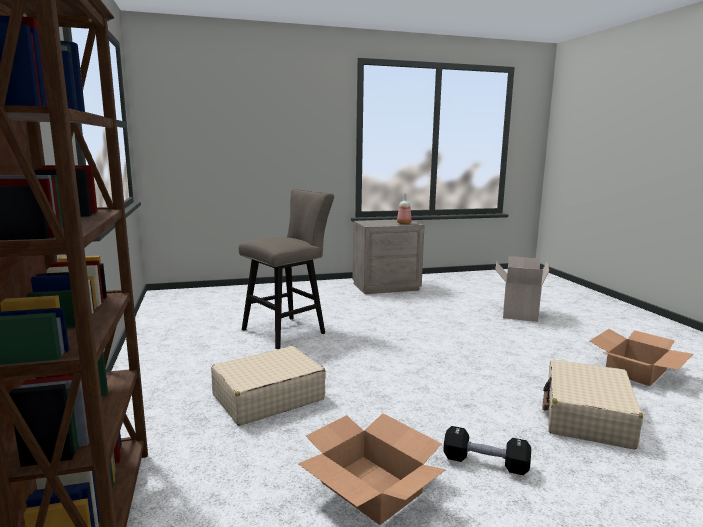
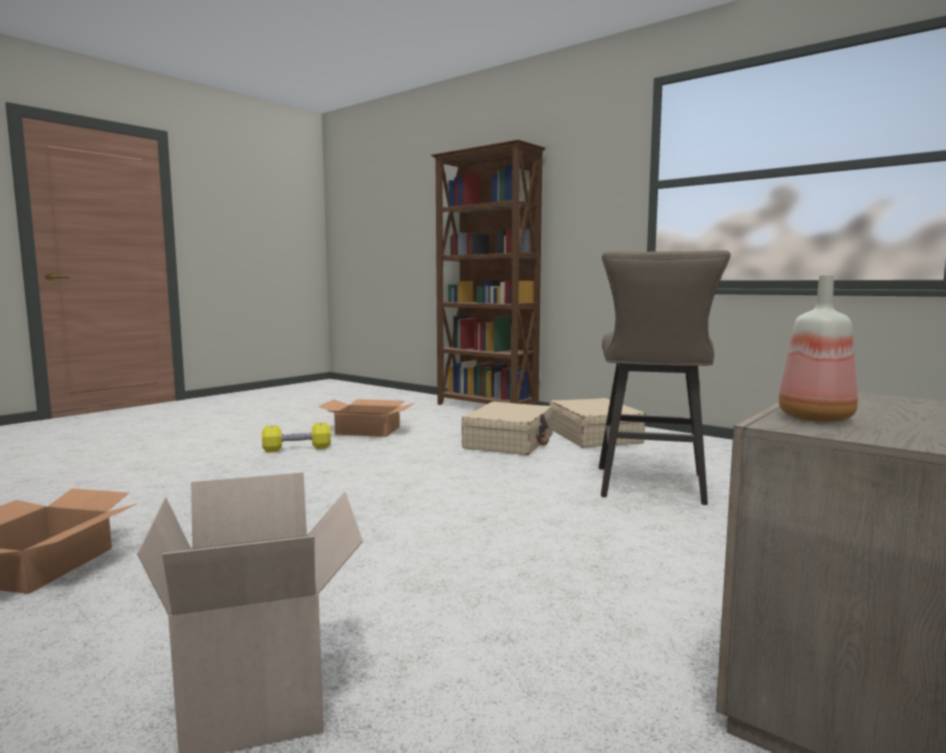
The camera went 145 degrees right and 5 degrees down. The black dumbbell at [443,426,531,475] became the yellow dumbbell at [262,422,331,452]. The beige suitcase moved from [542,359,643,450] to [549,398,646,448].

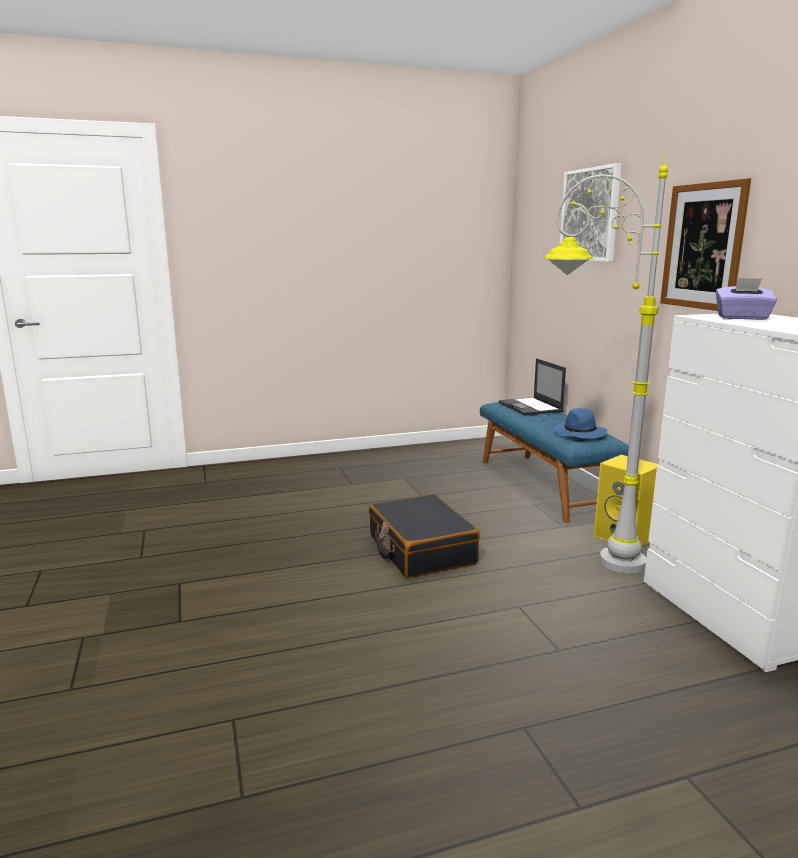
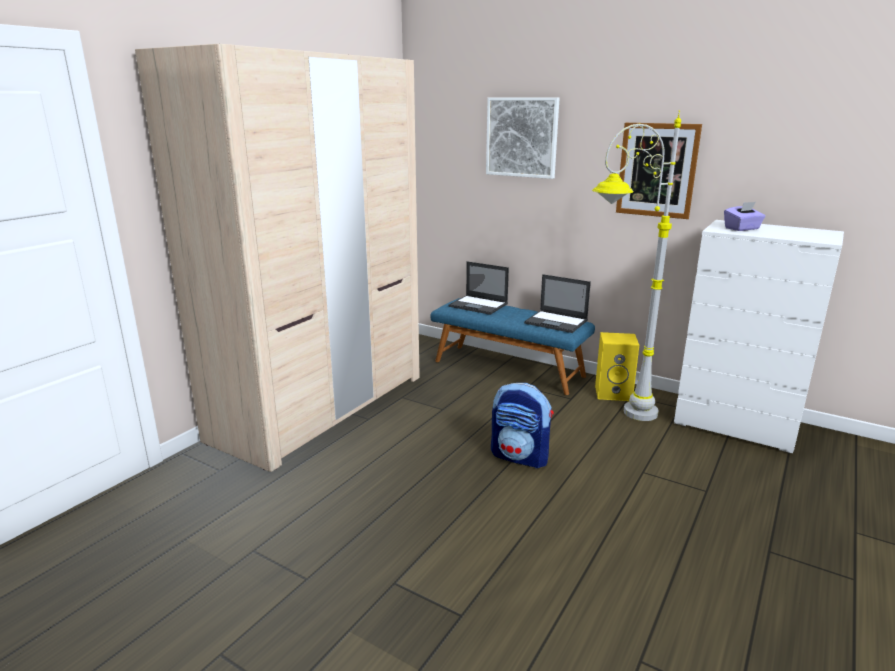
The camera went 40 degrees left and 5 degrees up. The beige wardrobe at [135,44,420,472] appeared. The black suitcase at [369,494,480,578] was replaced by the backpack at [491,383,554,468]. The blue hat at [554,408,607,439] was replaced by the laptop at [524,274,591,333].

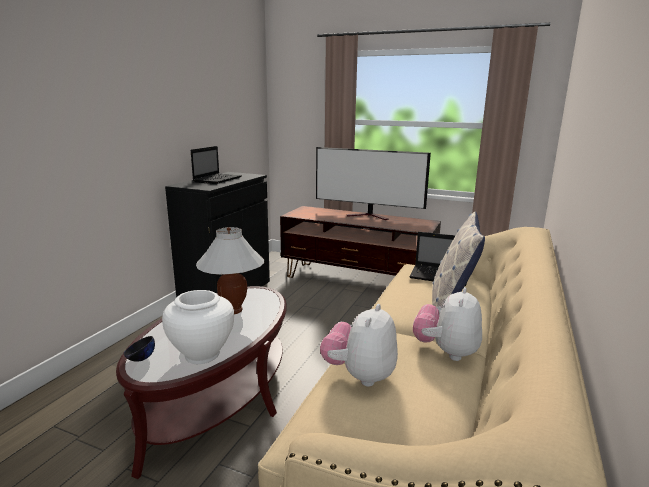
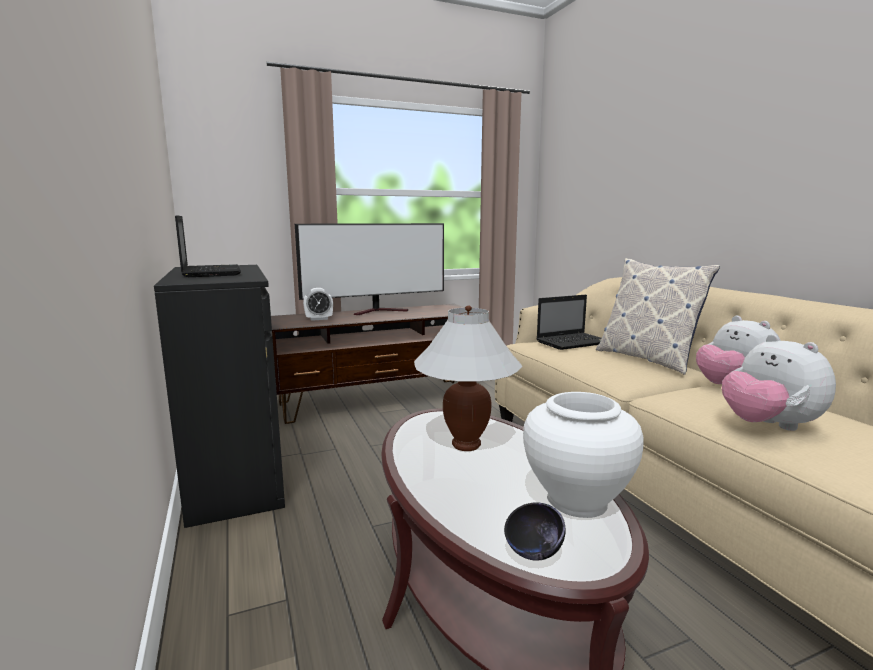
The camera went 45 degrees left and 5 degrees down. The alarm clock at [303,288,333,321] appeared.

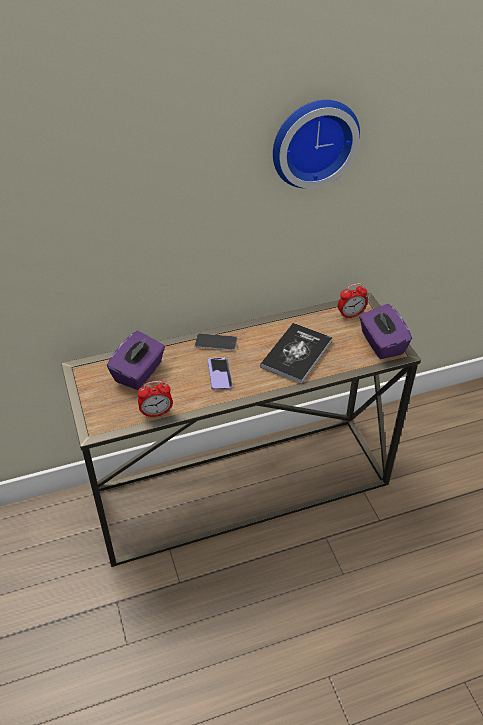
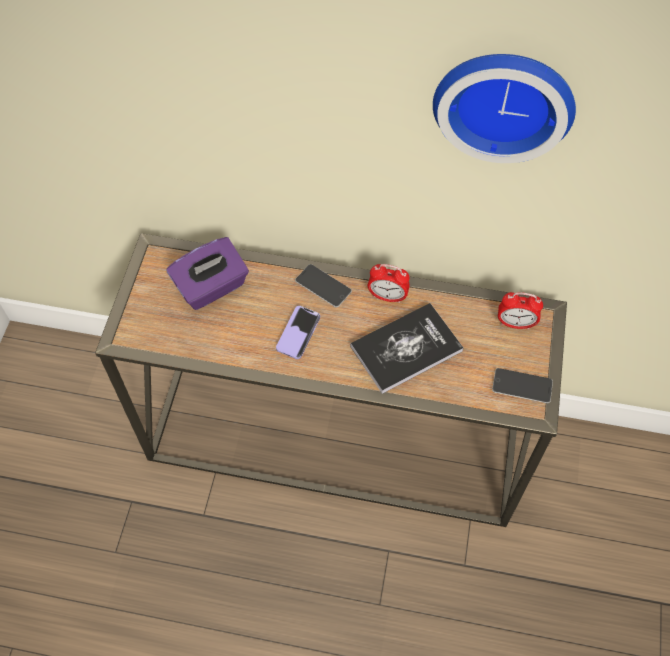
The camera went 30 degrees right and 15 degrees up. The alarm clock moved from [137,381,173,418] to [368,264,410,303]. The purple tissue box at [359,304,412,359] was replaced by the phone at [492,368,553,403].

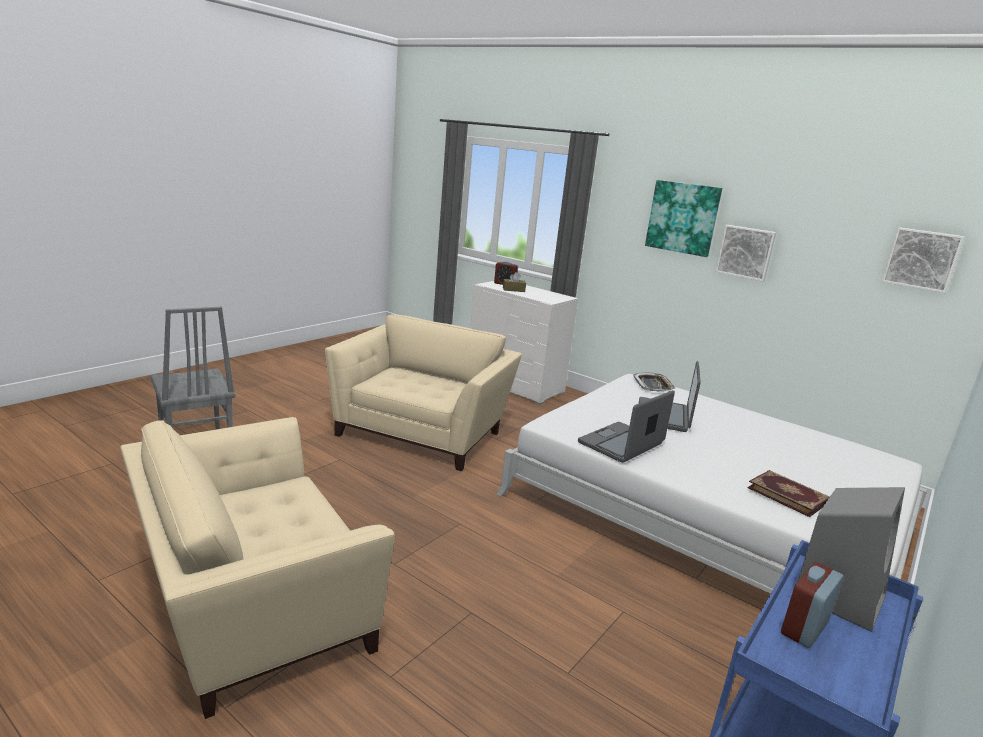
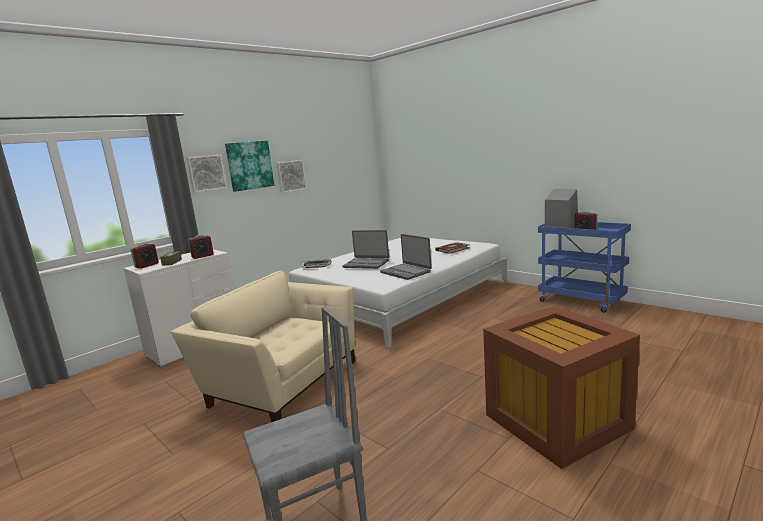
The camera went 80 degrees left and 5 degrees down. The picture moved from [882,227,964,293] to [187,155,227,193]. The alarm clock at [188,235,214,259] appeared. The beige armchair at [120,417,395,719] was replaced by the brown storage box at [483,306,640,469].

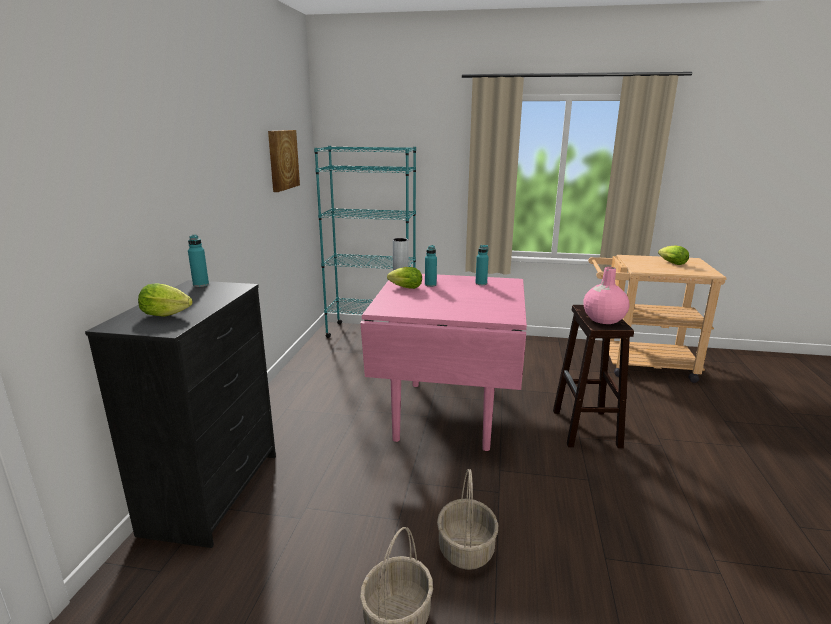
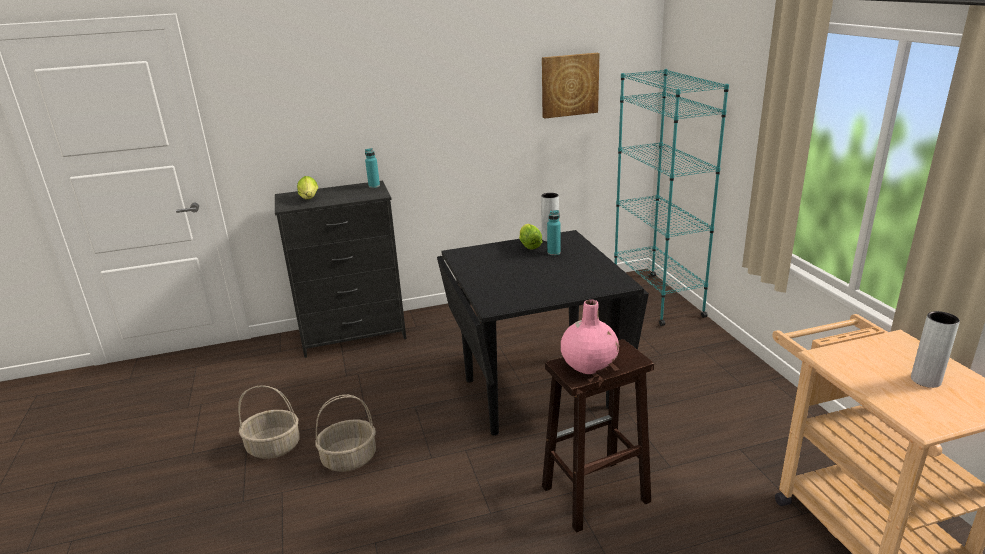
The camera went 65 degrees right and 5 degrees up. The pink dining table at [360,274,527,451] became the black dining table at [437,230,649,436]. The lettuce at [658,245,689,265] was replaced by the grey vase at [911,311,960,388]. The turquoise bottle at [475,245,489,285] disappeared.

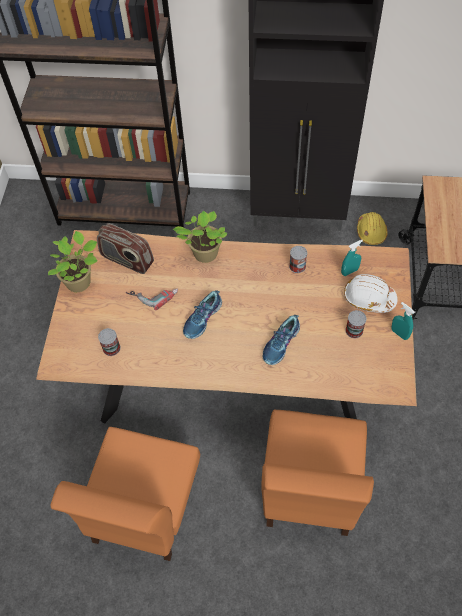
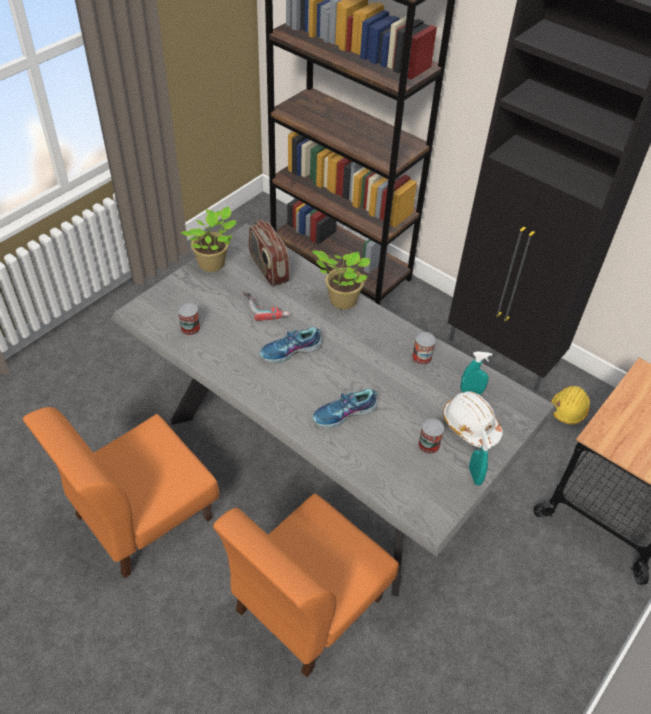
The camera went 30 degrees right and 10 degrees down. The brown dining table at [36,230,417,424] became the grey dining table at [111,223,557,596].

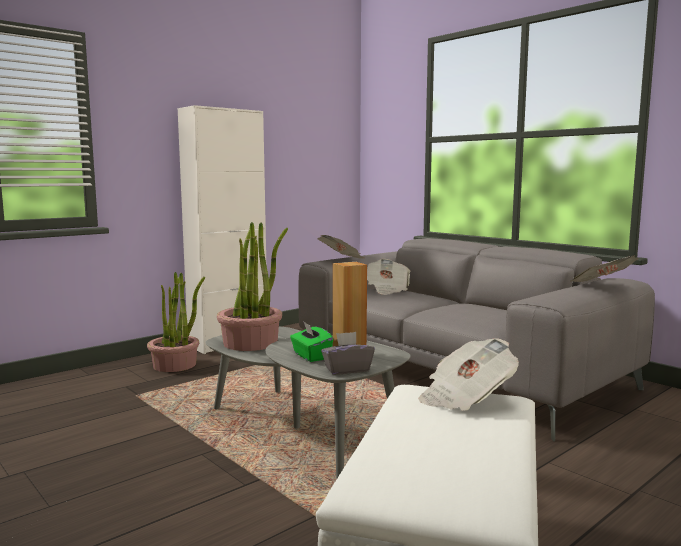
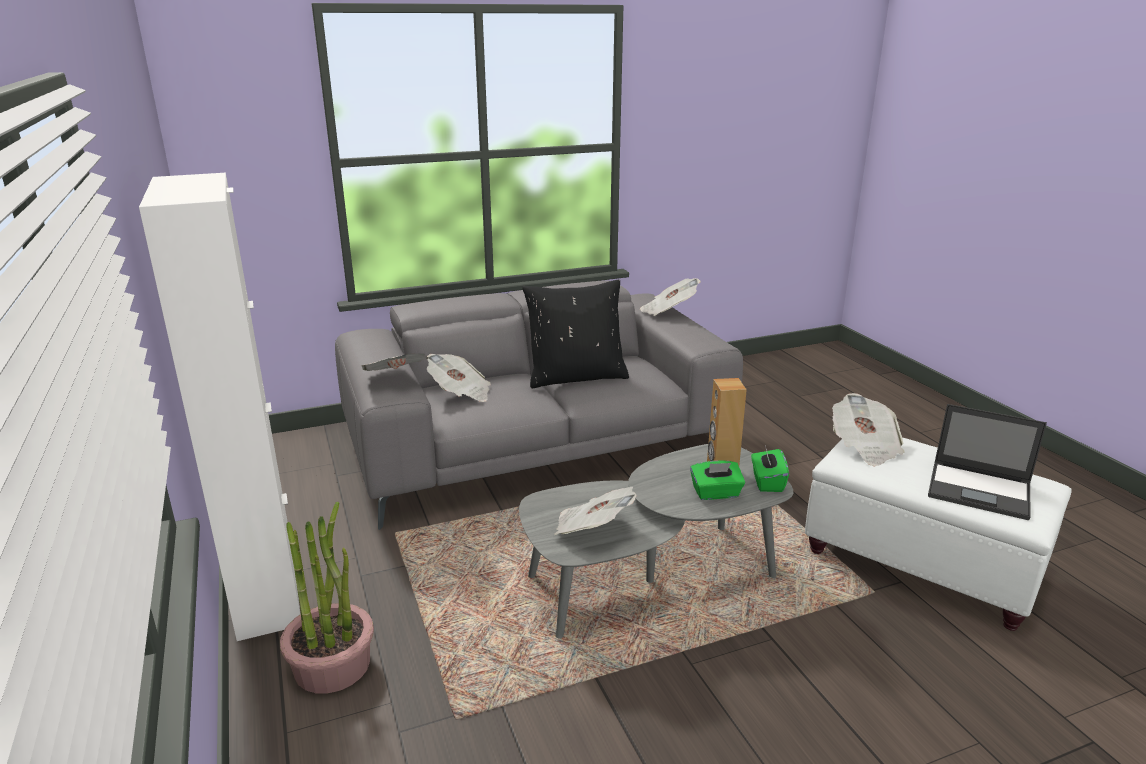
The camera went 70 degrees left and 15 degrees up. The black pillow at [522,279,629,388] appeared. The potted plant at [217,222,288,351] was replaced by the newspaper at [554,487,636,535]. The grey tissue box at [321,332,375,375] became the green tissue box at [751,445,789,492]. The laptop at [928,404,1047,520] appeared.

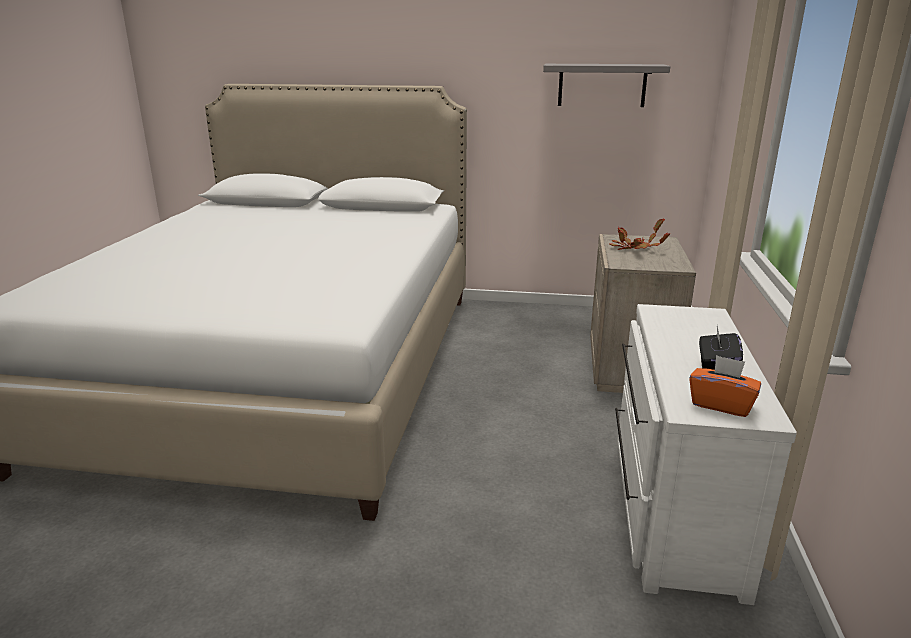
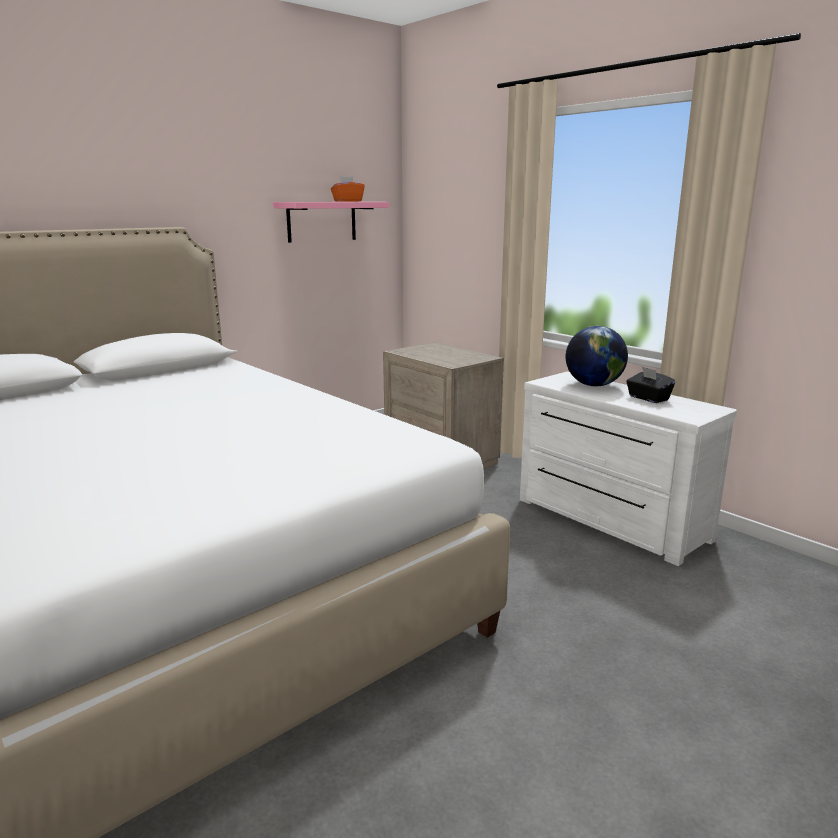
The camera went 50 degrees left and 5 degrees down. The grey shelf at [543,64,670,107] became the pink shelf at [273,202,389,243]. The orange tissue box moved from [689,355,761,417] to [331,176,365,202]. The globe at [566,326,628,386] appeared. The potted plant at [609,219,670,250] disappeared.

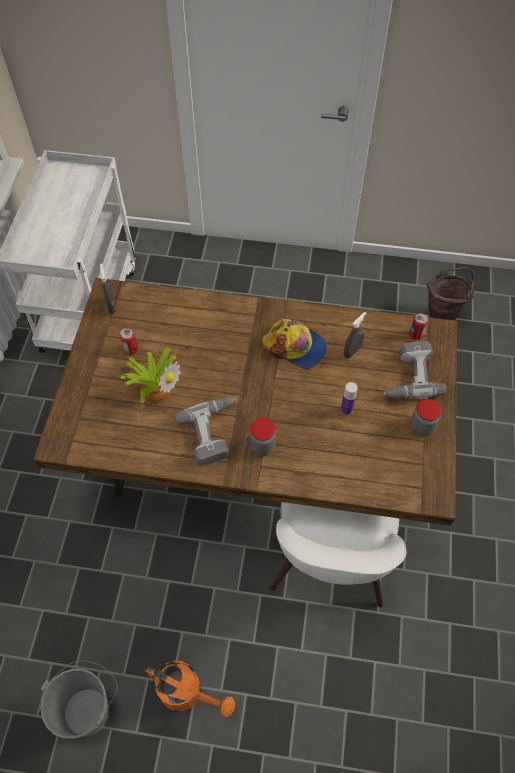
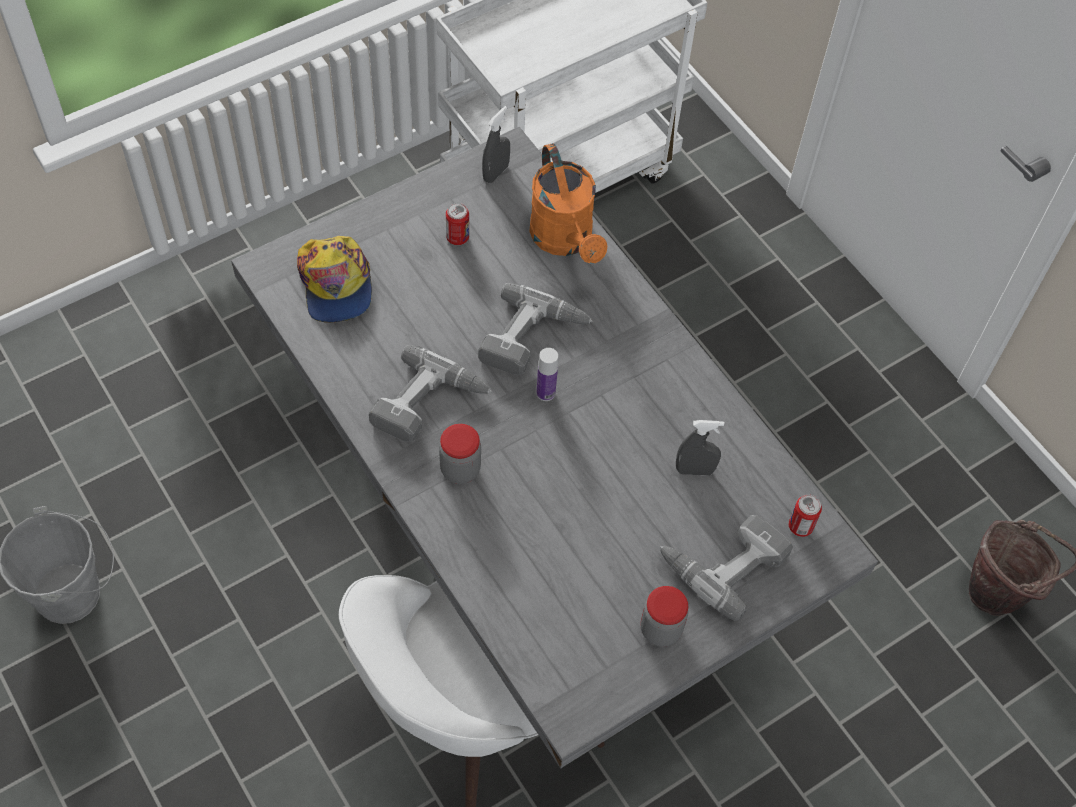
The camera went 45 degrees right and 0 degrees up. The brown dining table at [33,278,457,526] became the grey dining table at [231,127,878,768]. The cap moved from [262,319,327,369] to [297,236,372,323]. The power drill at [478,283,593,375] appeared. The orange watering can moved from [144,661,235,717] to [529,143,607,263]. The bottle moved from [341,382,358,415] to [536,348,558,401]. The potted plant at [119,348,181,404] disappeared.

